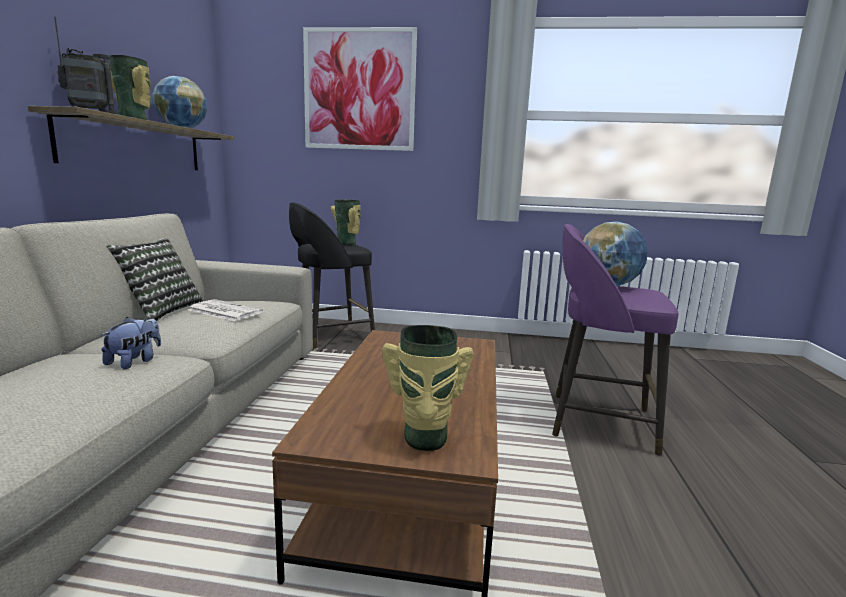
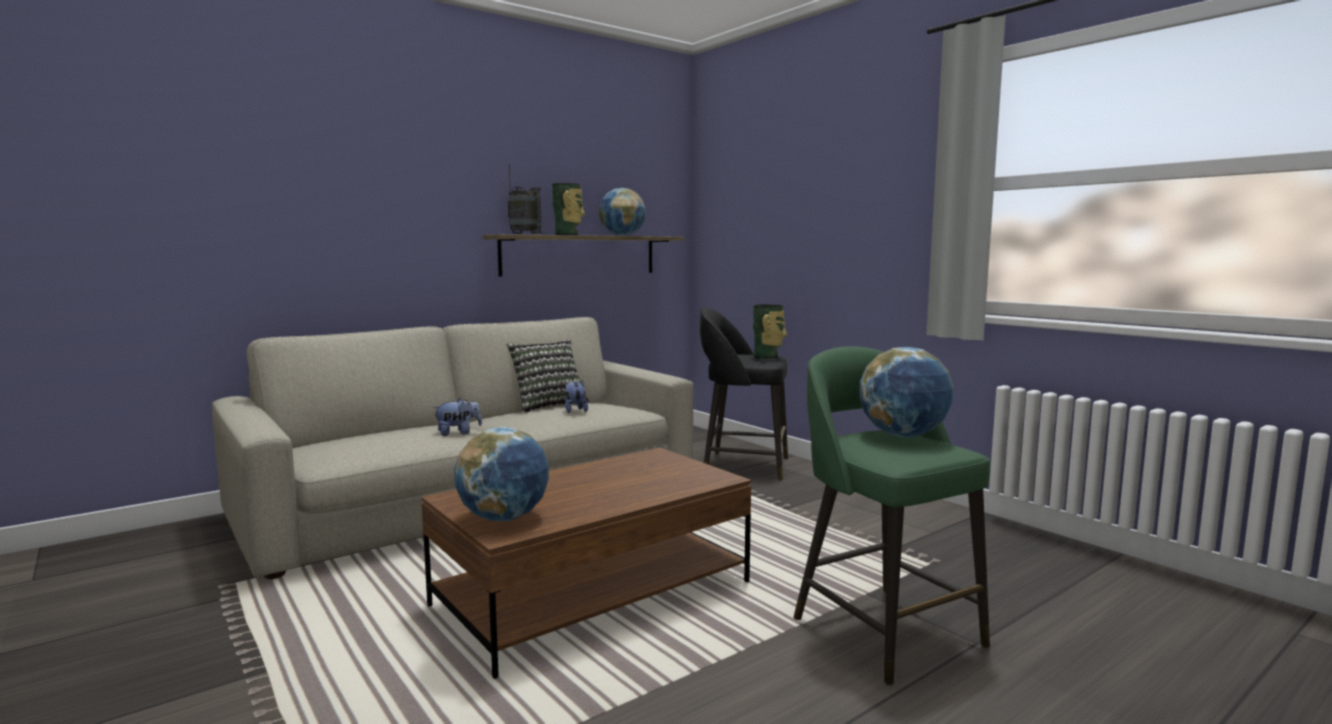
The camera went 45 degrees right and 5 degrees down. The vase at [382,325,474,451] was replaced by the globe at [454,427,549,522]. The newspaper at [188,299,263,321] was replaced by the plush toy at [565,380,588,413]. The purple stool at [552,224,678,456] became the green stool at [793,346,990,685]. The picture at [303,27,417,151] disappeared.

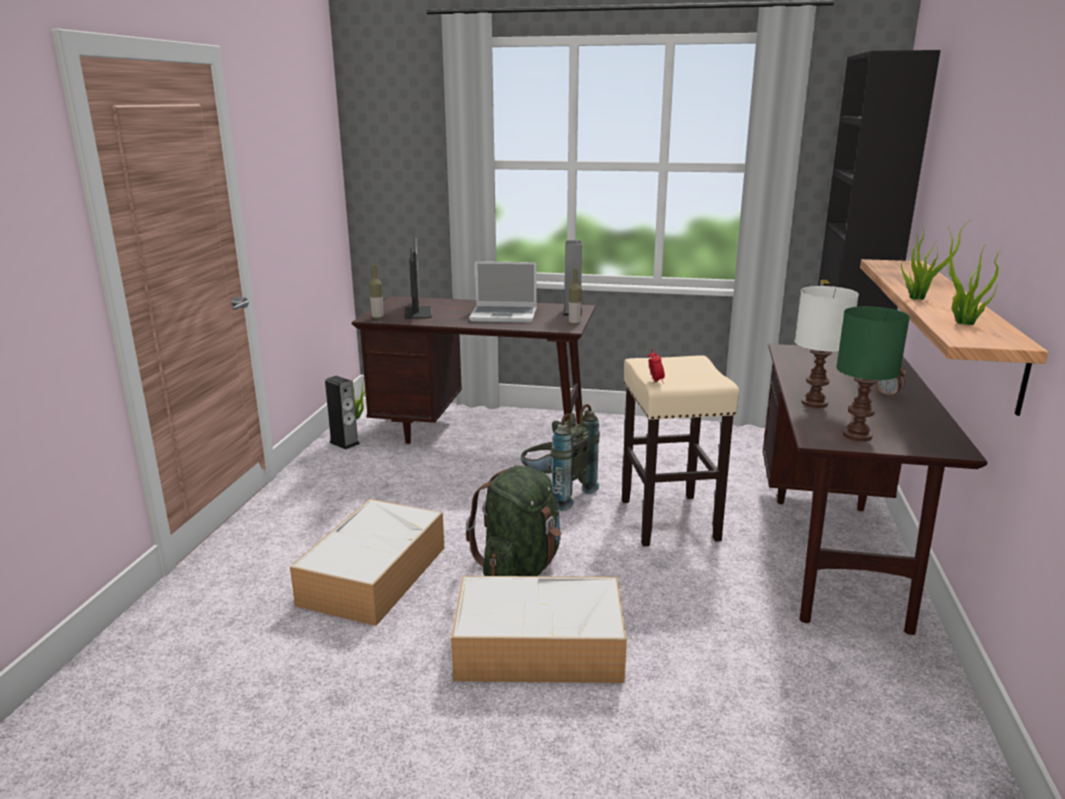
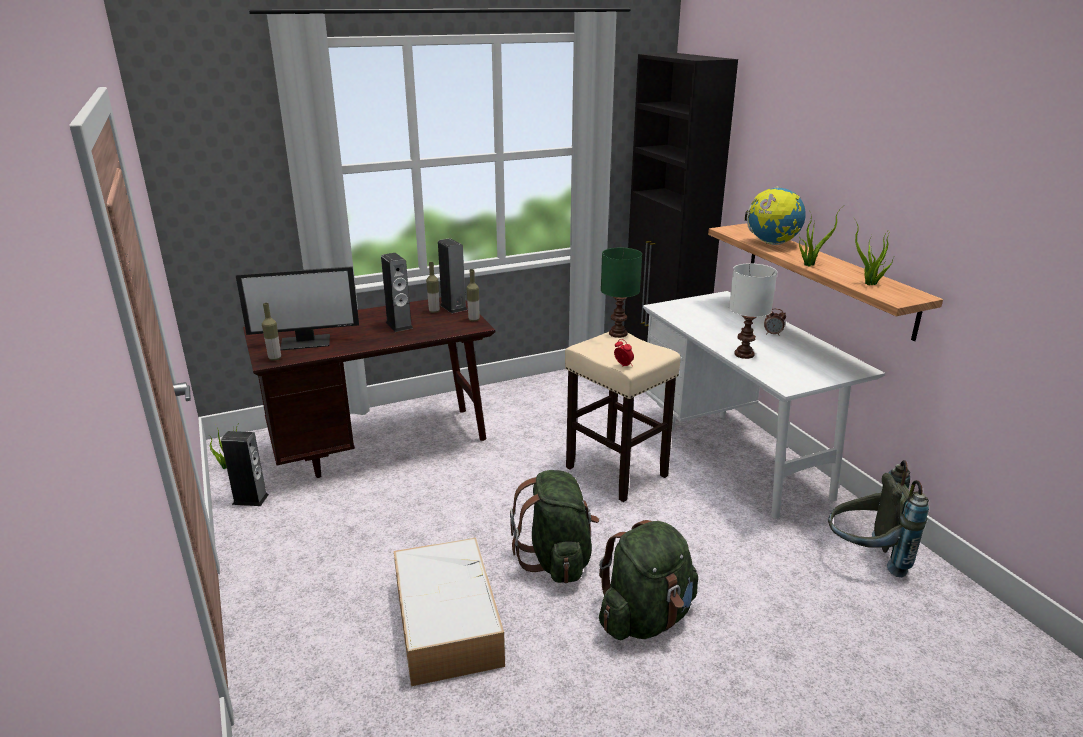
The camera went 35 degrees left and 5 degrees up. The monitor at [405,234,432,319] turned 120 degrees clockwise. The laptop at [469,261,537,323] was replaced by the speaker at [381,253,413,332]. The bottle at [426,262,440,313] appeared. The storage box at [451,576,627,683] was replaced by the green backpack at [599,520,698,640]. The green table lamp moved from [836,306,910,441] to [601,248,642,338]. The brown desk at [763,344,987,635] became the white desk at [643,291,885,519]. The globe at [745,187,806,245] appeared. The grey backpack moved from [521,404,600,511] to [828,460,929,577].

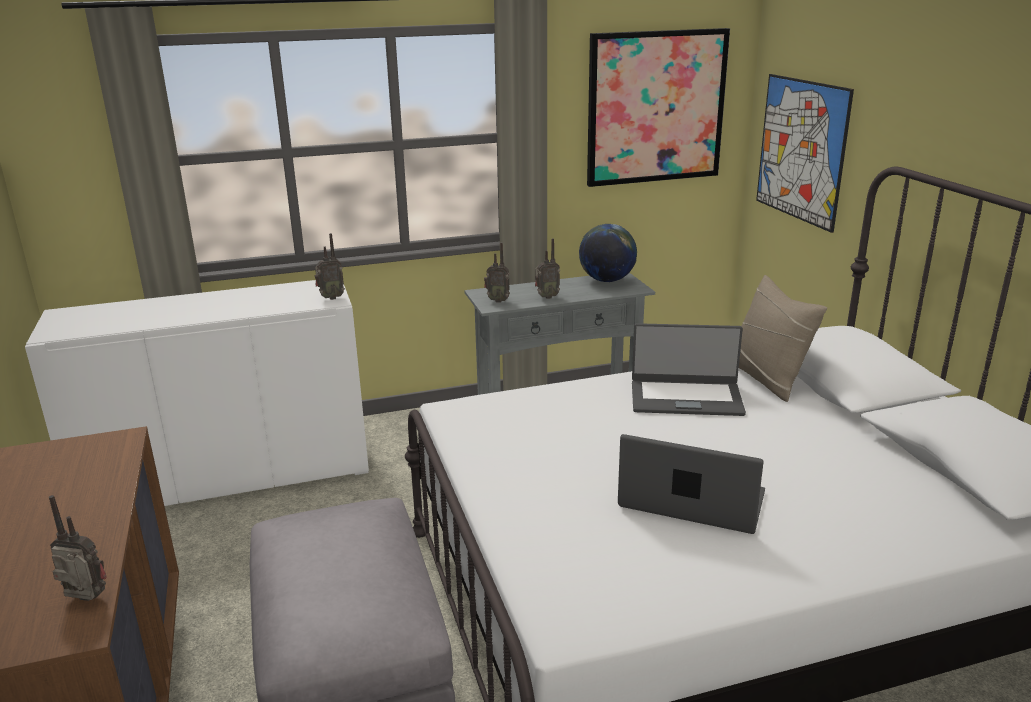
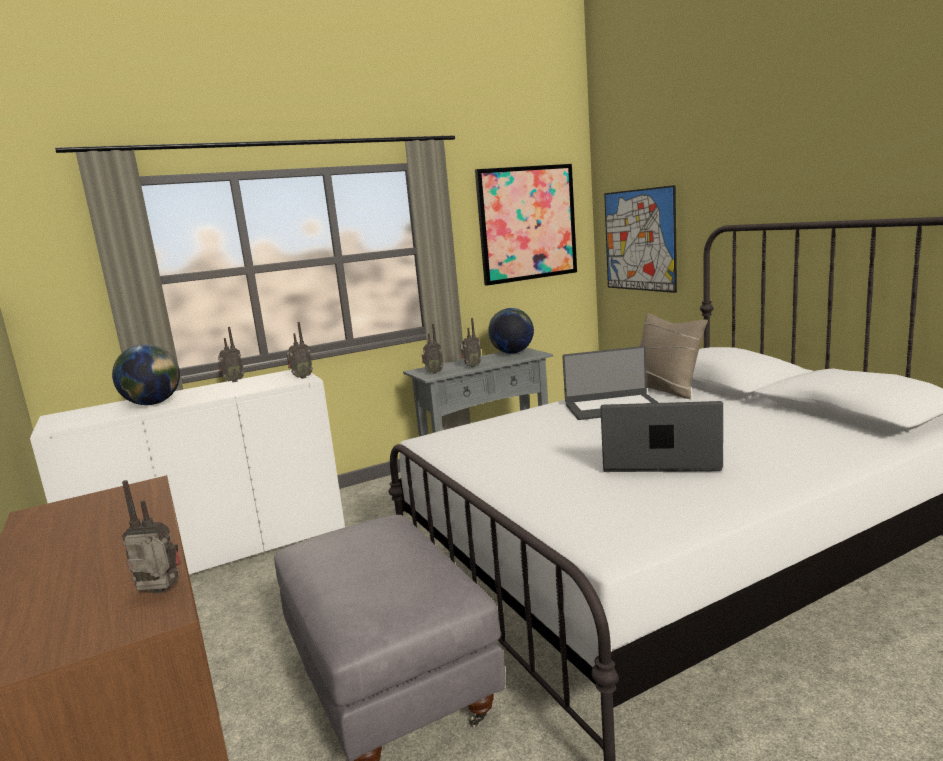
The camera went 10 degrees left and 10 degrees down. The globe at [112,344,180,405] appeared. The radio at [218,327,244,382] appeared.

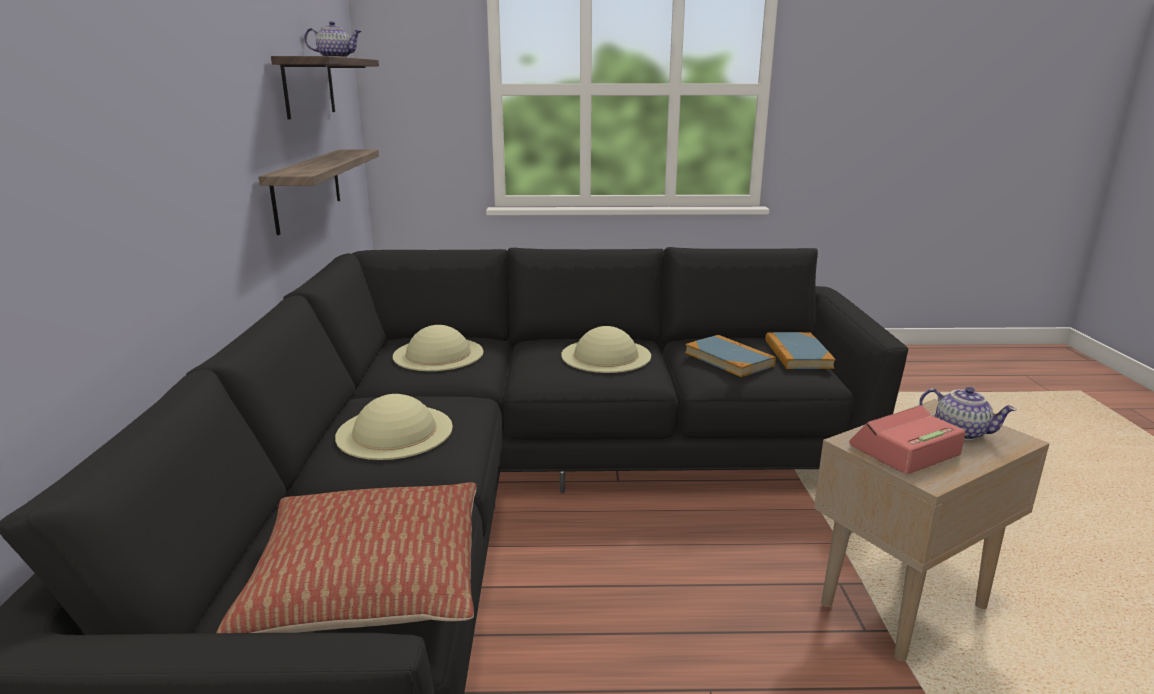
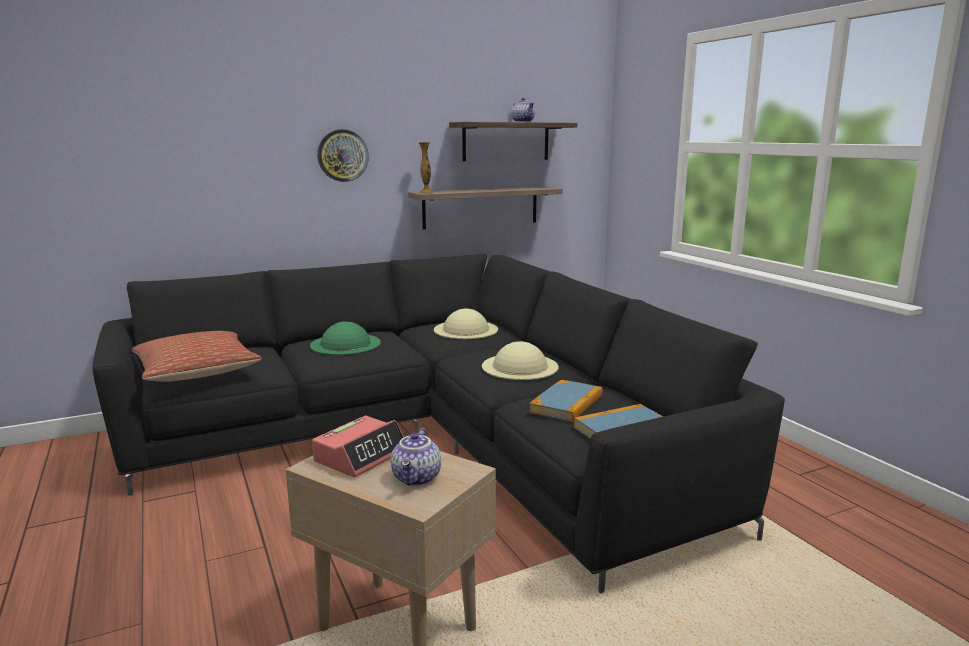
The camera went 65 degrees right and 5 degrees down. The beige hat at [335,394,453,460] became the green hat at [310,321,381,355]. The alarm clock at [849,405,966,475] turned 90 degrees clockwise. The wall clock at [317,129,369,182] appeared. The vase at [418,142,435,193] appeared.

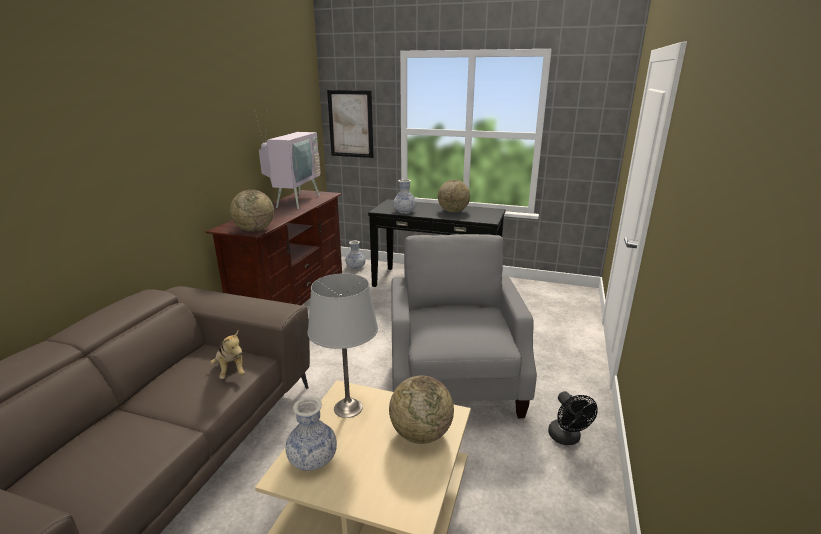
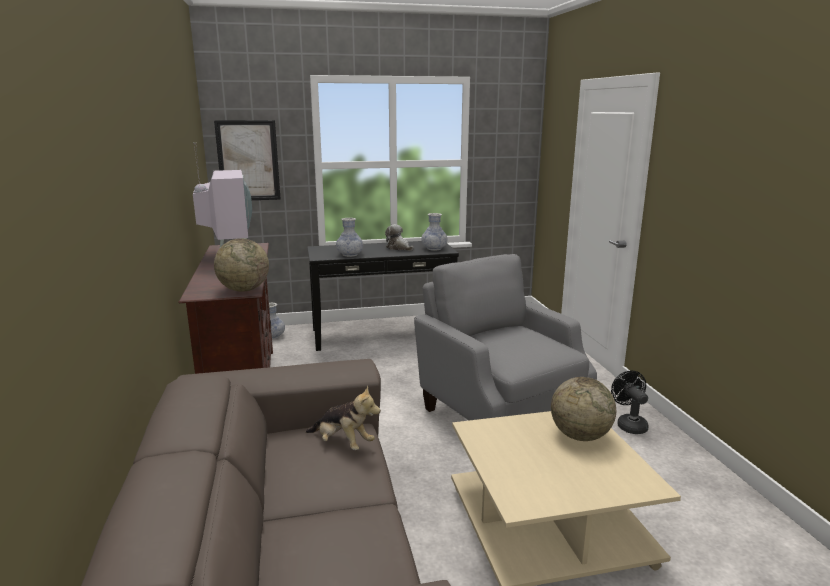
The camera went 30 degrees left and 5 degrees down. The globe at [438,180,470,213] was replaced by the plush toy at [385,224,414,251]. The vase moved from [285,397,337,471] to [421,213,447,251]. The black fan at [548,391,598,445] turned 150 degrees counterclockwise. The grey table lamp at [308,273,378,418] disappeared.

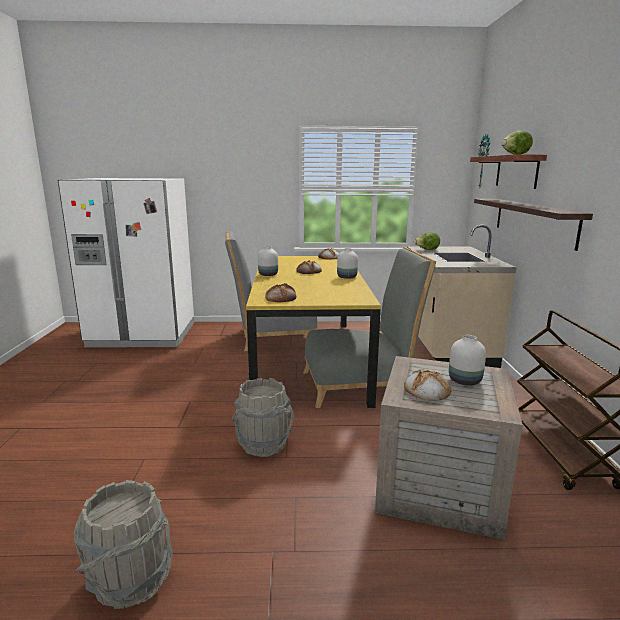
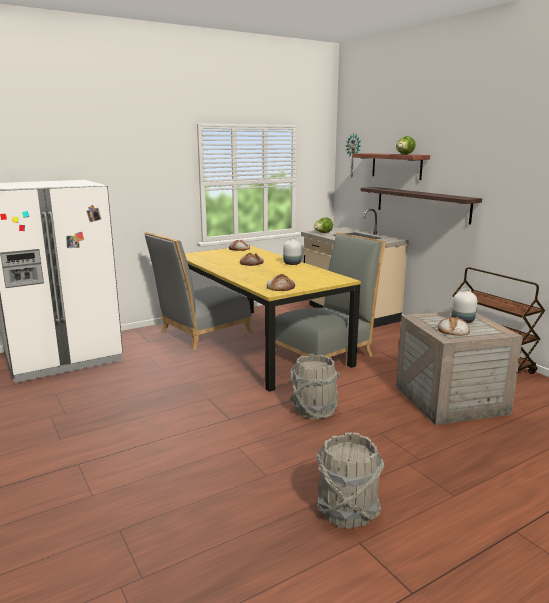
The camera went 30 degrees left and 0 degrees up. The white vase at [258,246,278,276] disappeared.

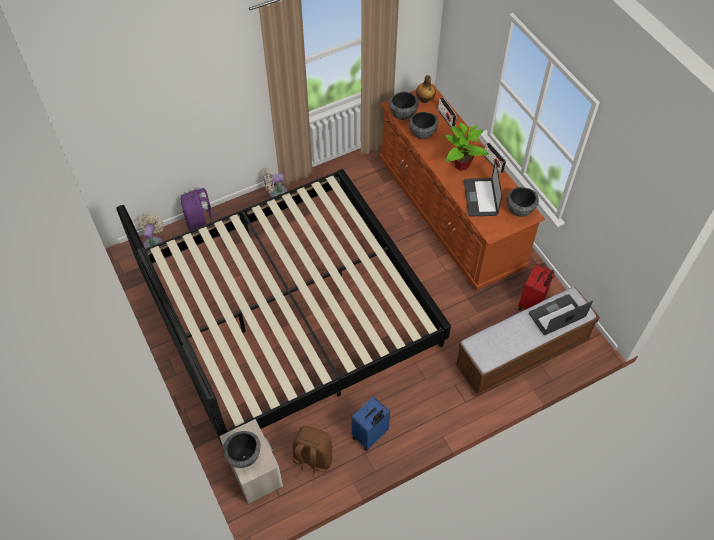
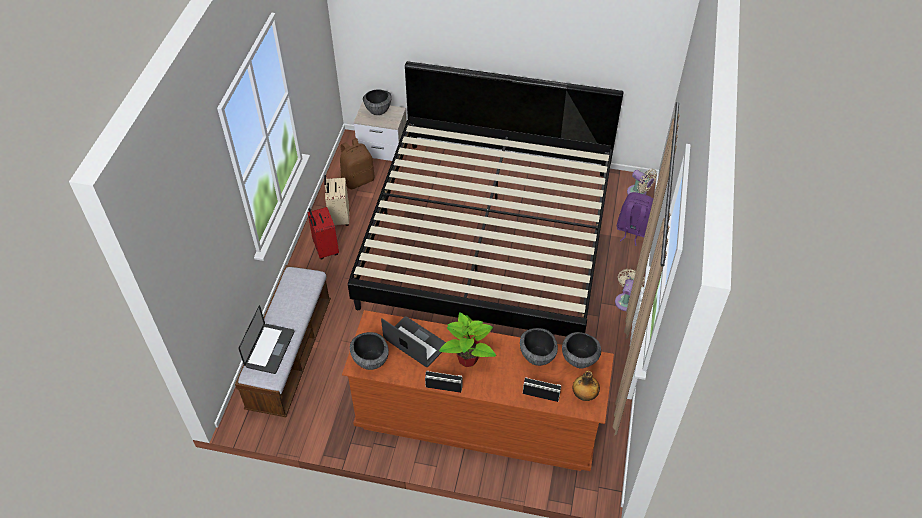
The camera went 130 degrees right and 5 degrees down. The red suitcase moved from [518,264,555,311] to [307,207,339,260]. The blue suitcase at [352,397,390,451] became the beige suitcase at [324,175,349,226].

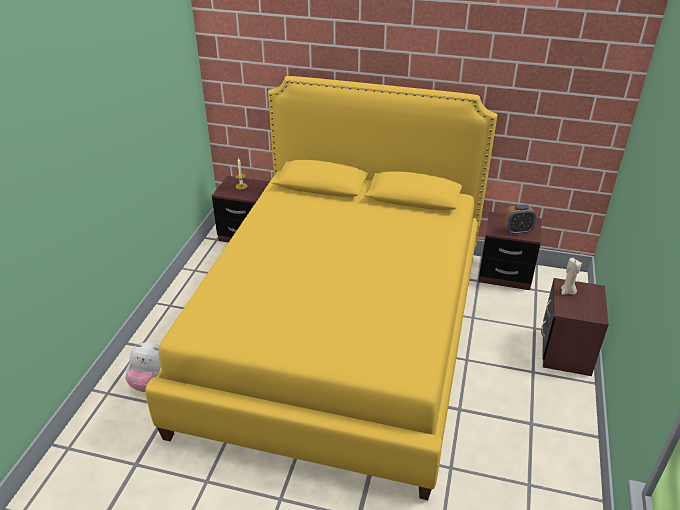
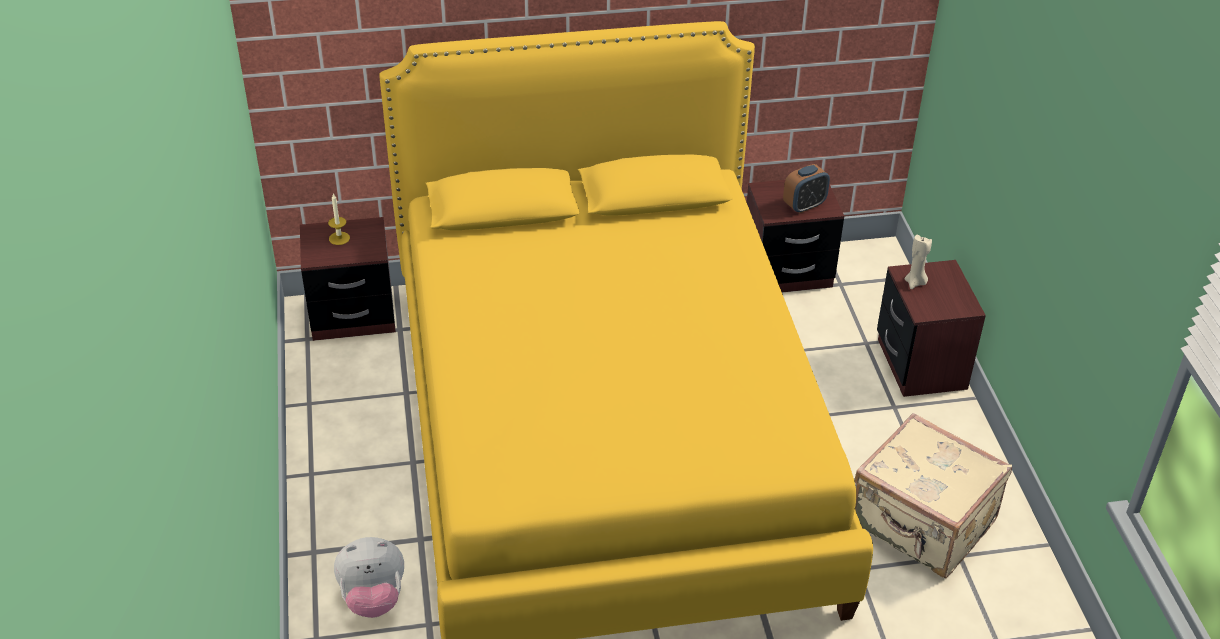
The camera went 25 degrees left and 5 degrees up. The beige suitcase at [854,413,1012,578] appeared.

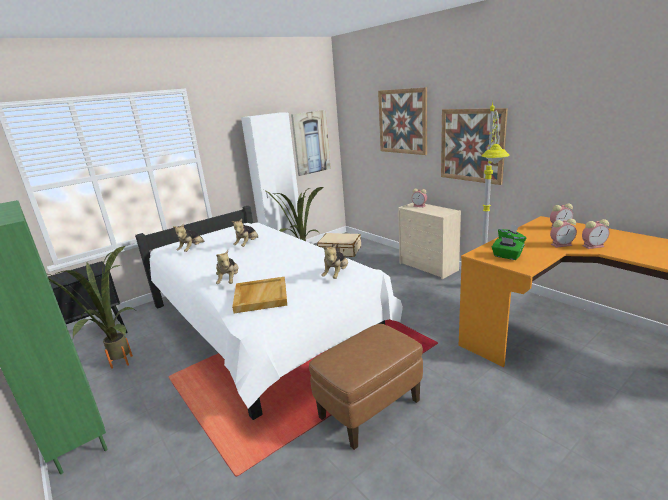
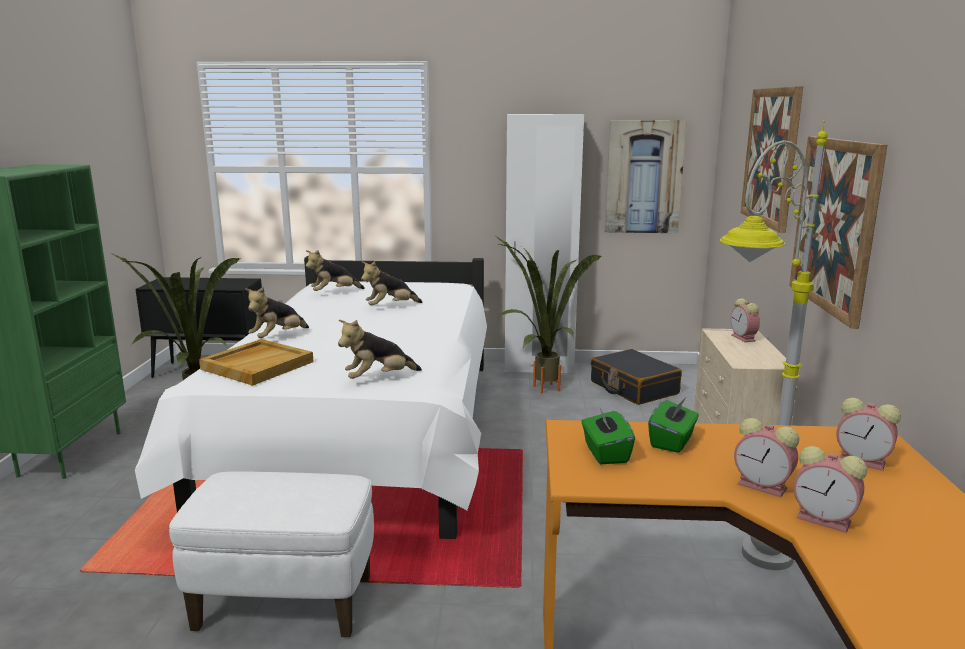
The camera went 40 degrees right and 5 degrees down. The brown ottoman at [309,324,423,450] became the white ottoman at [169,471,374,637]. The beige suitcase at [317,233,361,257] became the black suitcase at [591,349,682,405].

